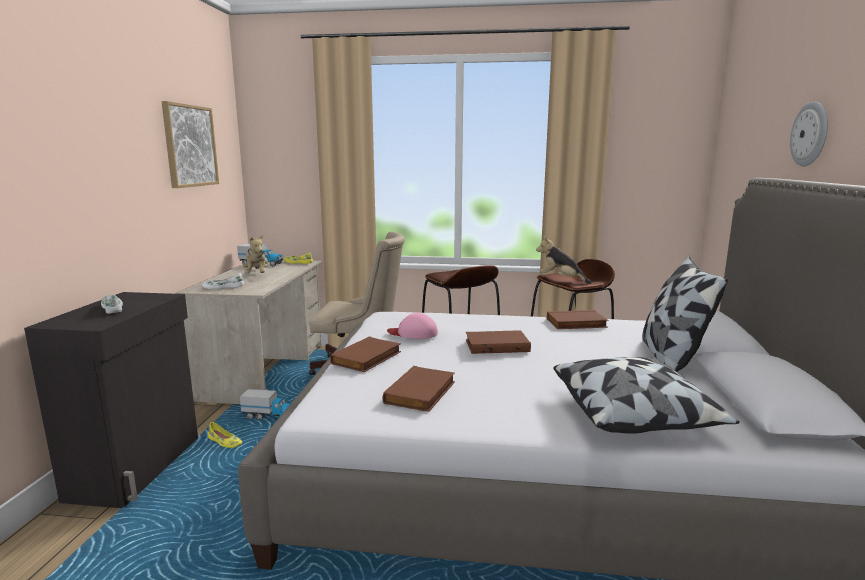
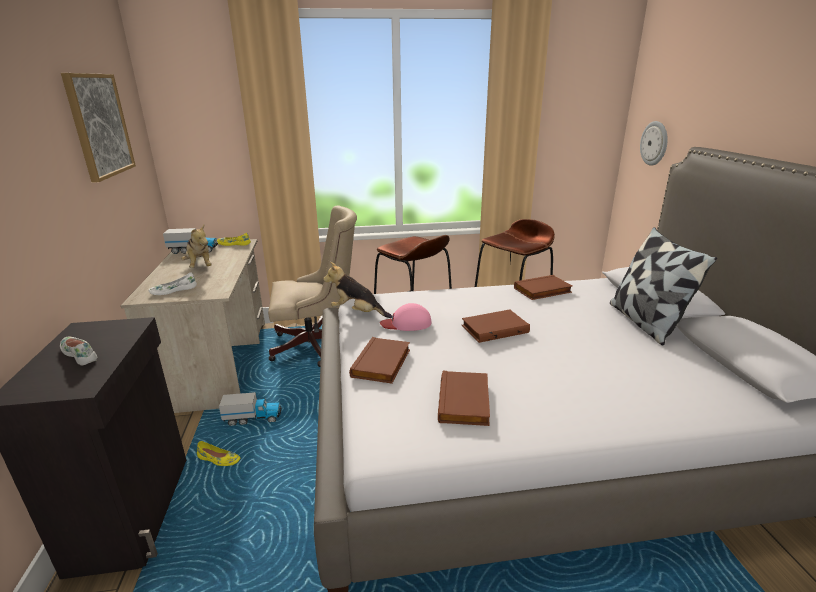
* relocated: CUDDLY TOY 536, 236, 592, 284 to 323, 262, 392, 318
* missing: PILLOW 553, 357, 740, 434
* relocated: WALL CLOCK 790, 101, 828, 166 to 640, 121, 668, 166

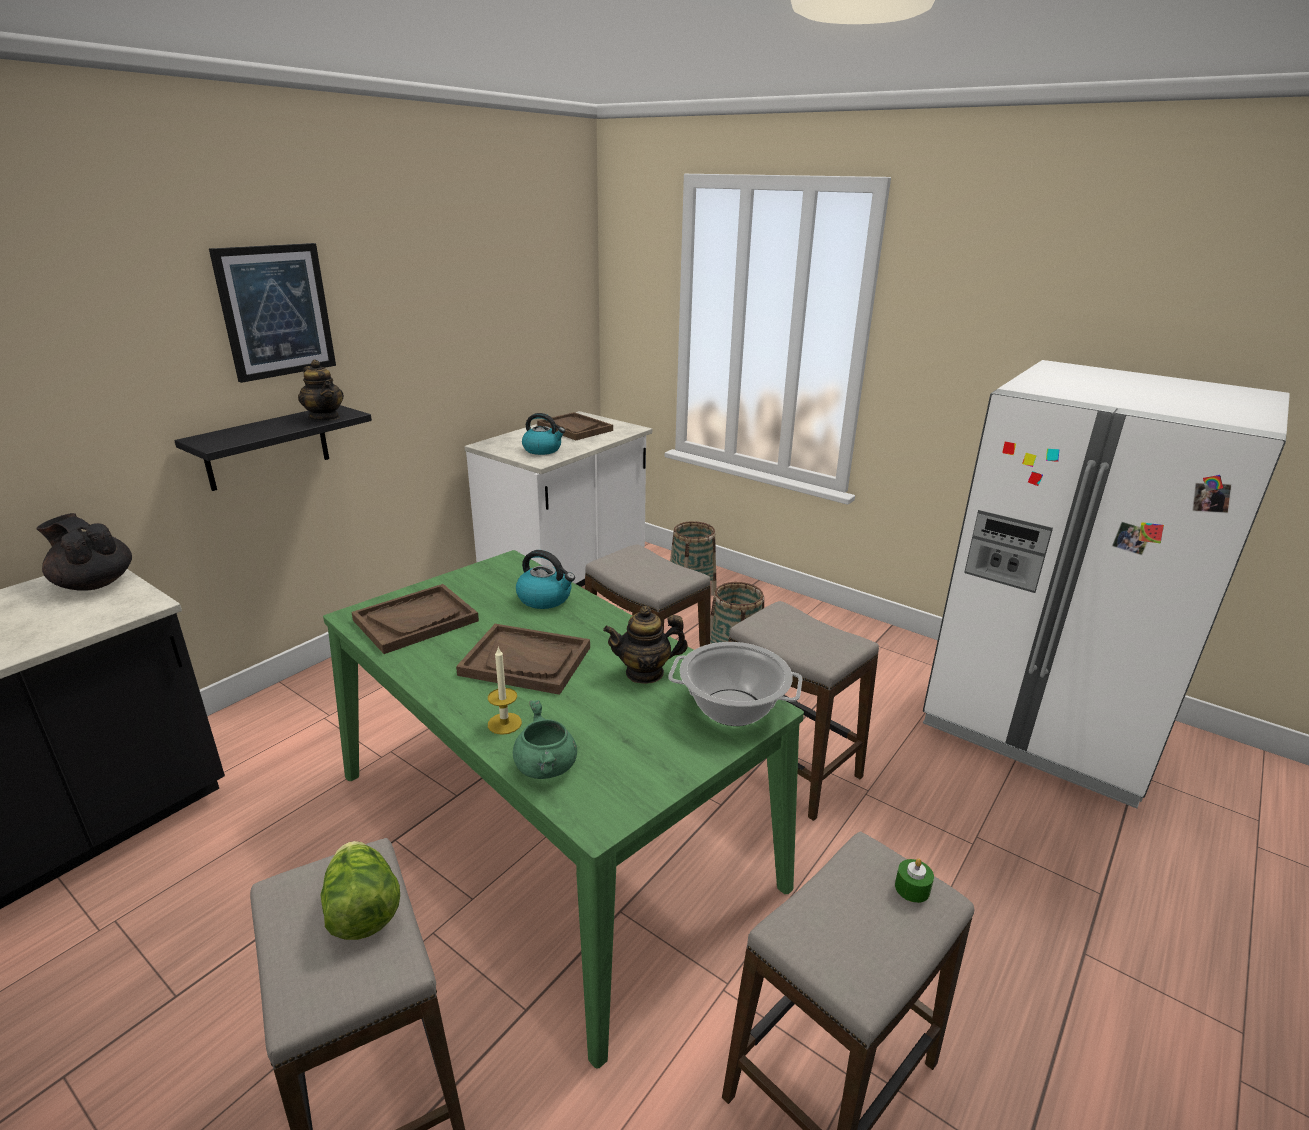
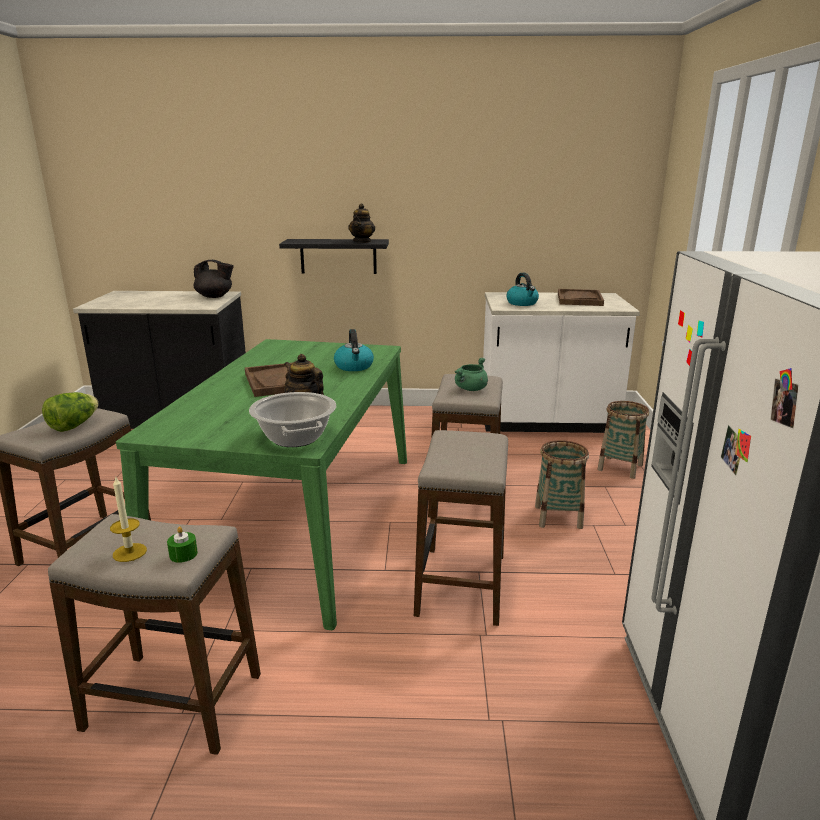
* spun: BLACK-COLOURED TEA POT 36, 513, 132, 591 = 194, 260, 234, 298 105 degrees clockwise
* missing: WALL ART 209, 243, 336, 383
* missing: BROWN-COLOURED TRAY 351, 584, 479, 654
* relocated: WAX CANDLE 488, 646, 522, 735 to 110, 476, 147, 562
* relocated: GREEN-COLOURED SAUCEPOT 513, 700, 577, 779 to 455, 357, 488, 391

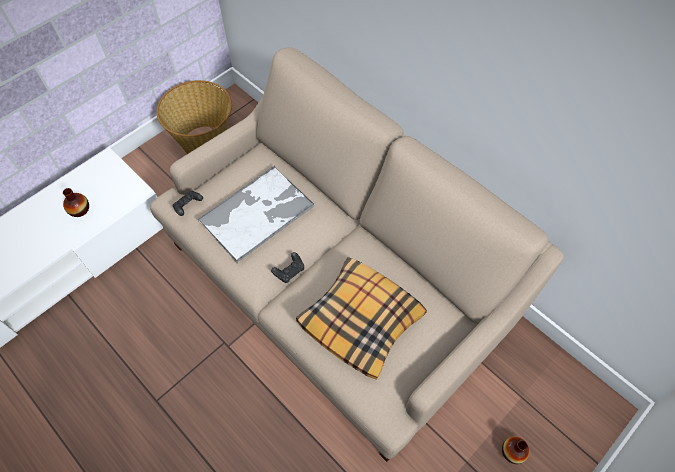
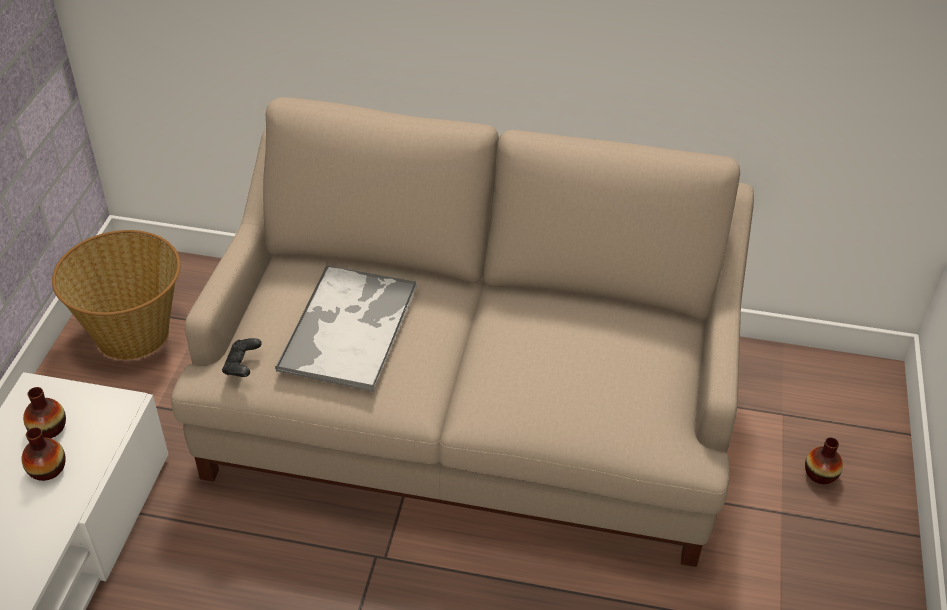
* missing: BLACK-COLOURED GAMEPAD 271, 252, 304, 283
* missing: PILLOW 296, 257, 427, 380
* appeared: DECORATIVE VASE 23, 387, 66, 438

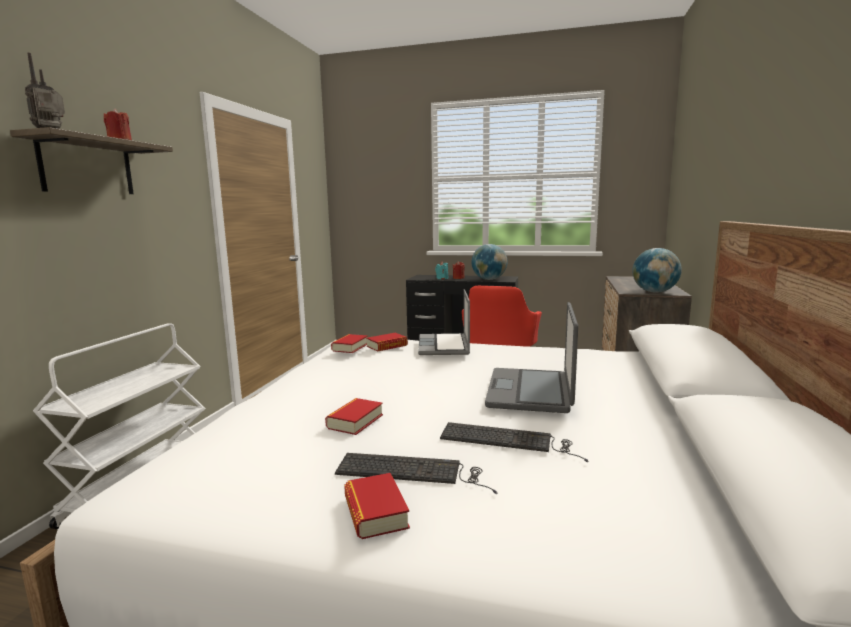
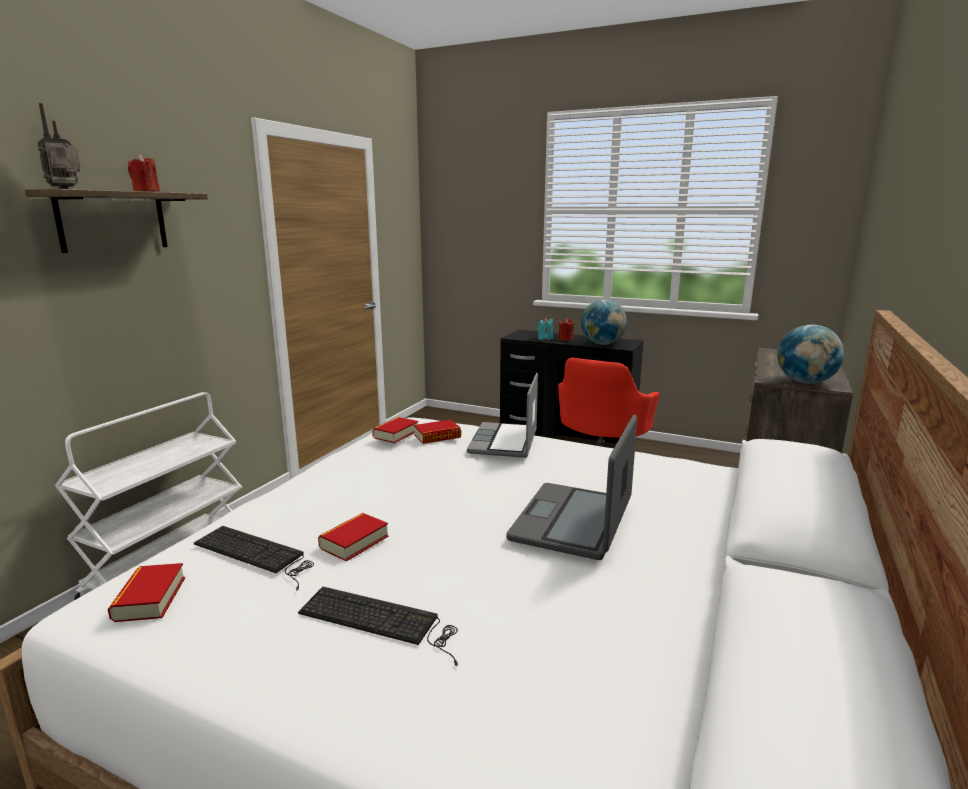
* relocated: BOOK 344, 473, 410, 539 to 108, 563, 185, 622
* relocated: COMPUTER KEYBOARD 440, 422, 589, 462 to 194, 526, 314, 591

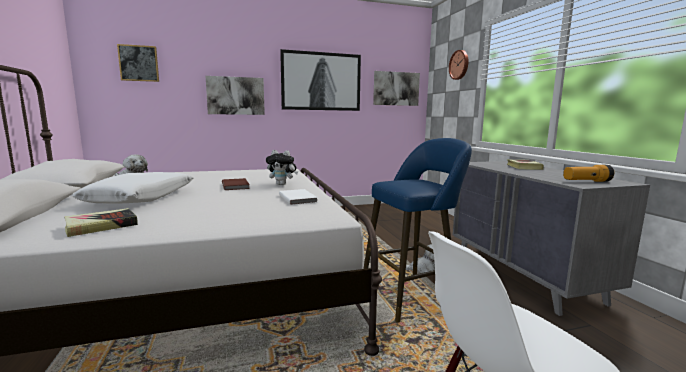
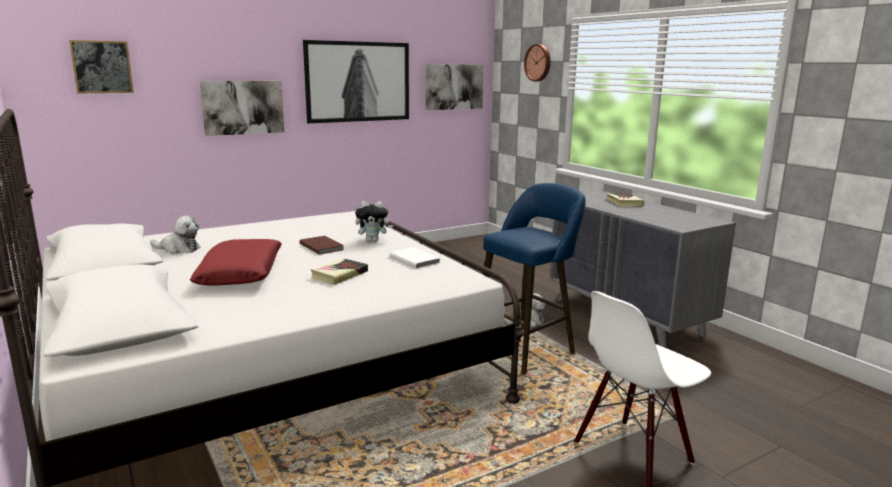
* relocated: BOOK 64, 208, 138, 237 to 310, 258, 368, 285
* colour: WHITE PILLOW 73, 172, 193, 204 to REDDISH PILLOW 190, 239, 282, 286
* missing: HAND TORCH 563, 165, 614, 182

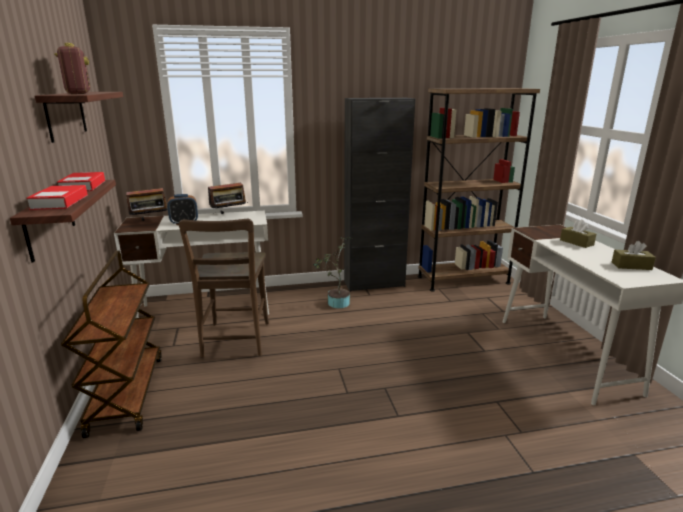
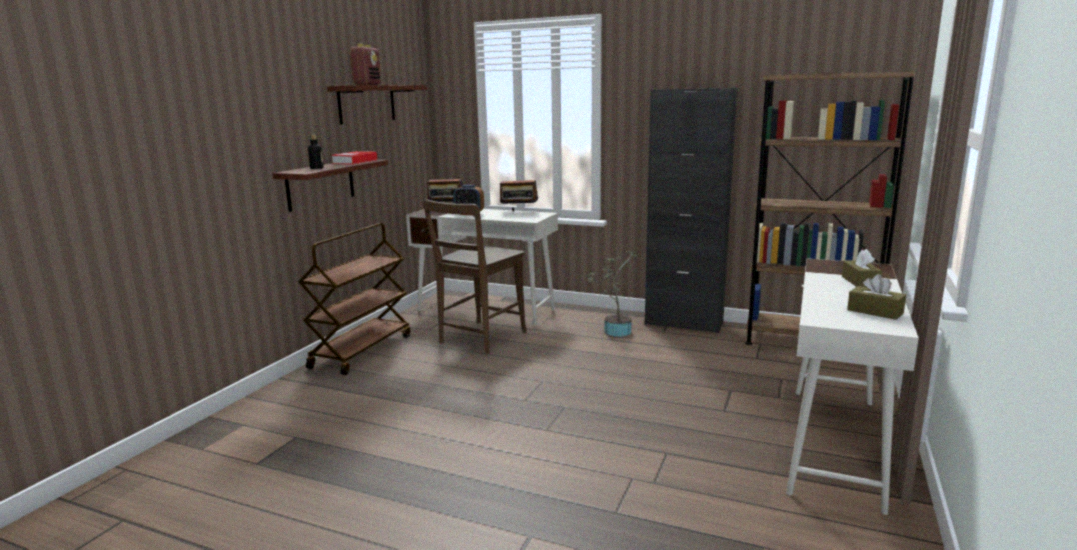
* exchanged: BOOK 26, 185, 88, 210 to DRINK BOTTLE 308, 134, 324, 169

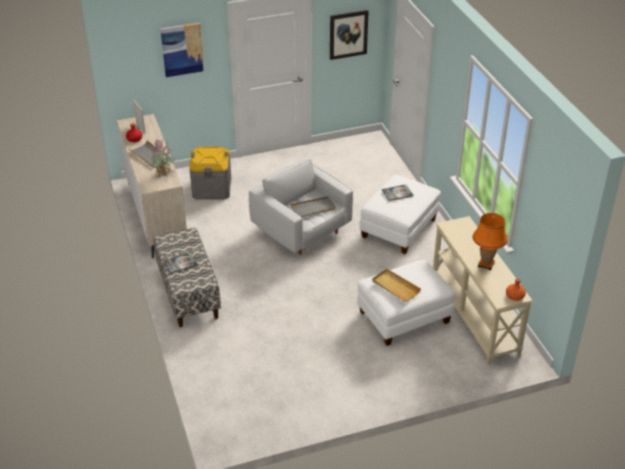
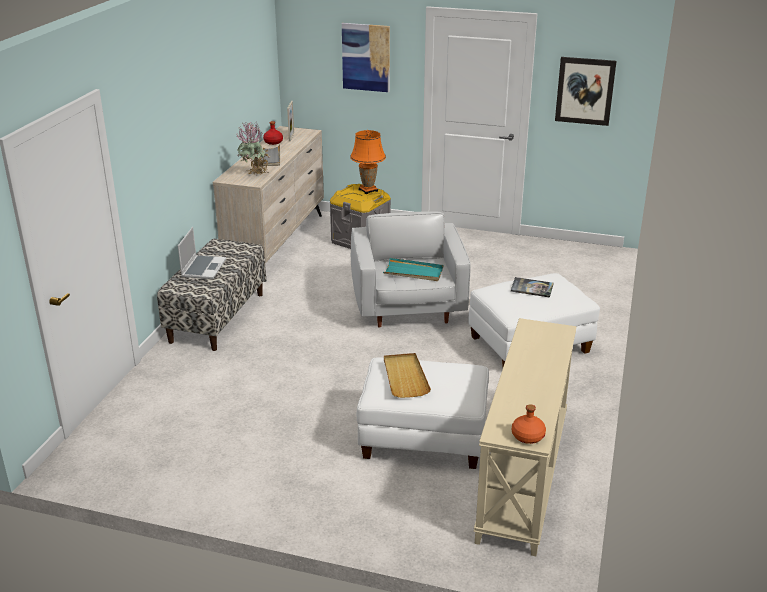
* exchanged: BOOK 163, 253, 198, 274 to LAPTOP 178, 227, 226, 279
* colour: GREYISH TRAY 291, 196, 336, 217 to TURQUOISE TRAY 383, 258, 443, 281
* relocated: ORANGEY TABLETOP LAMP 473, 213, 508, 270 to 350, 130, 386, 194

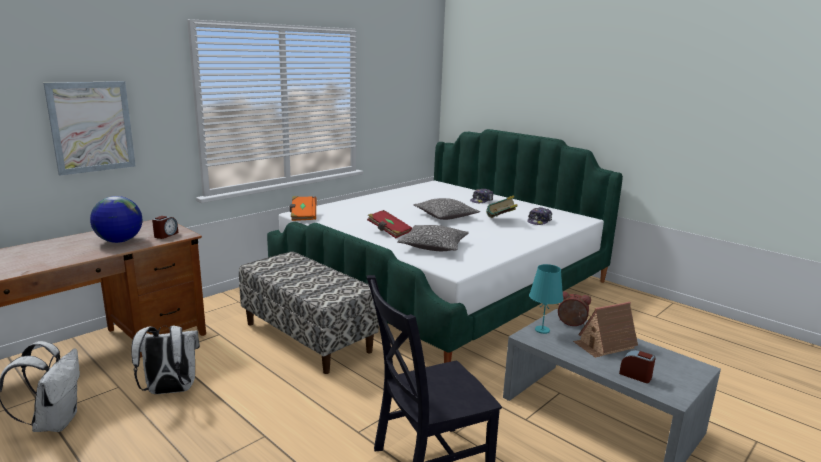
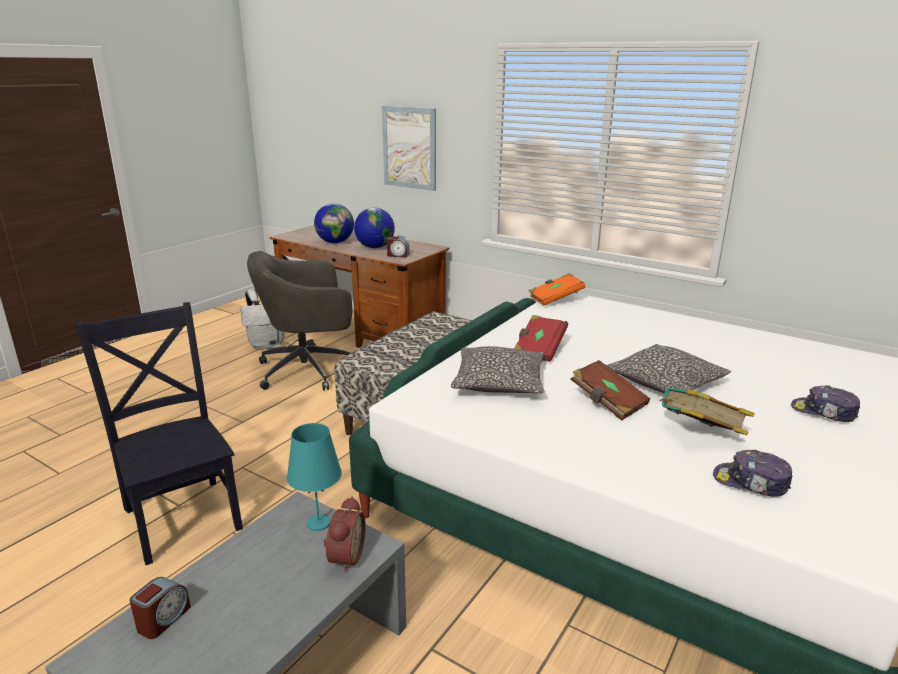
* exchanged: WHITE RUCKSACK 131, 325, 200, 394 to GREYISH DESK CHAIR 247, 251, 353, 390
* missing: MODEL HOUSE 573, 302, 638, 358
* appeared: GLOBE 314, 203, 354, 243
* appeared: BROWN-COLOURED BOOK 570, 360, 650, 421

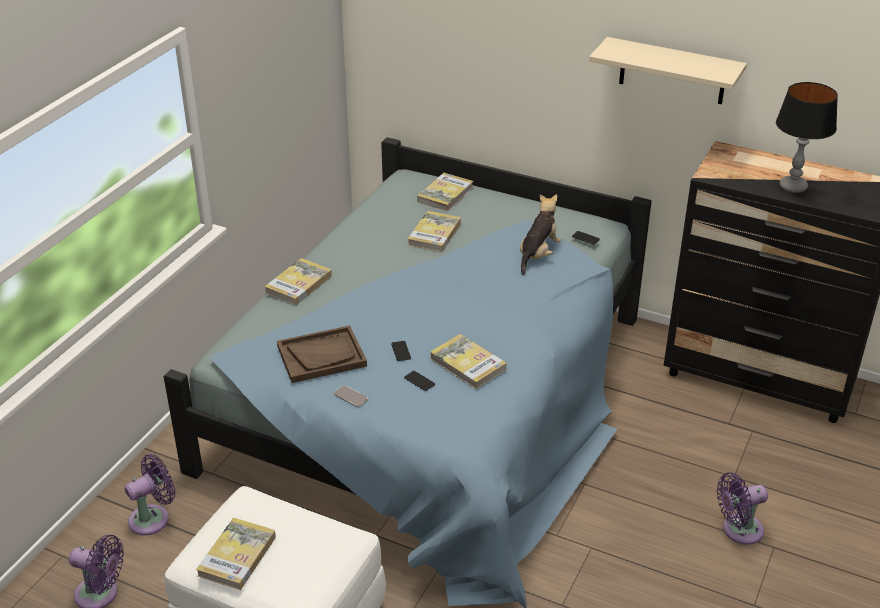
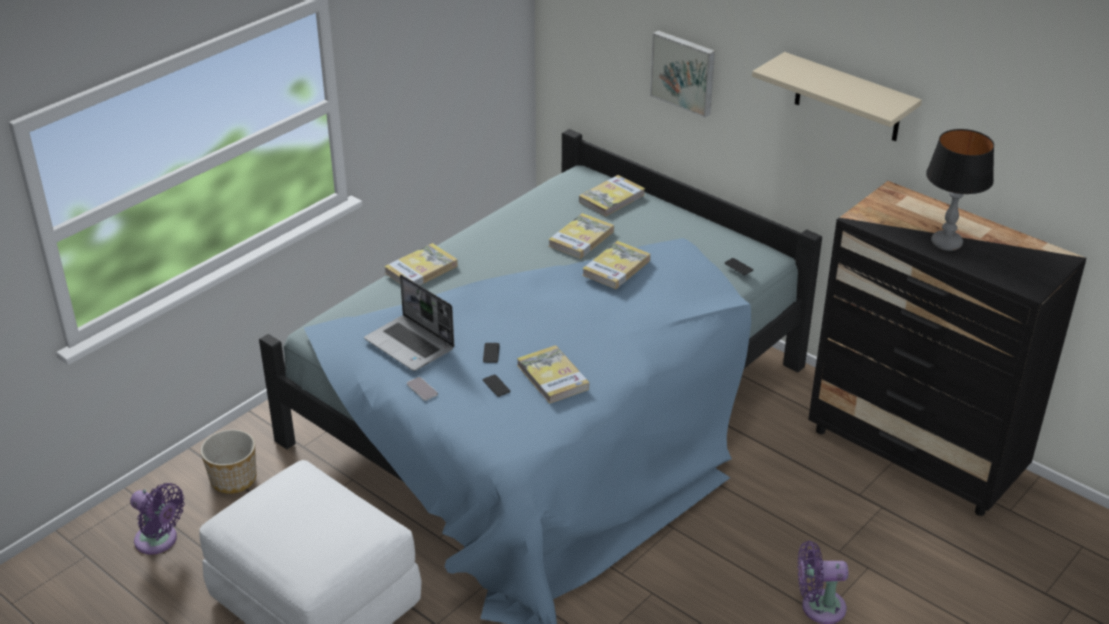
* exchanged: PURPLISH ELECTRIC FAN 125, 454, 176, 535 to FLOWER POT 201, 430, 256, 494
* relocated: BOOK 196, 517, 276, 590 to 582, 241, 650, 289
* exchanged: BROWN-COLOURED TRAY 277, 325, 367, 383 to LAPTOP 364, 275, 455, 371
* missing: CUDDLY TOY 520, 194, 561, 275
* appeared: WALL ART 650, 30, 715, 117

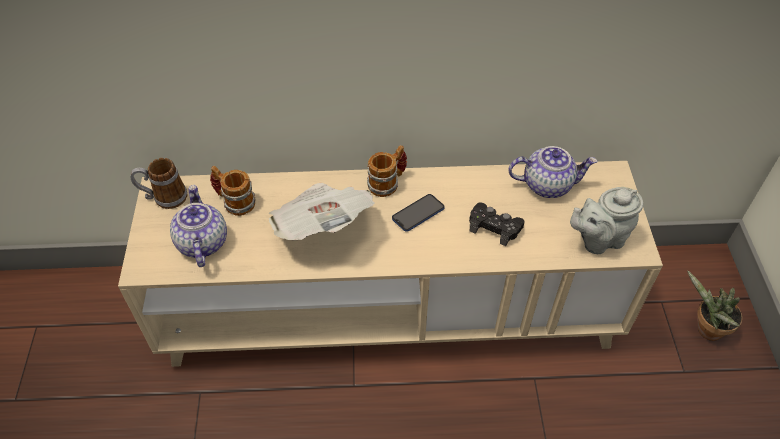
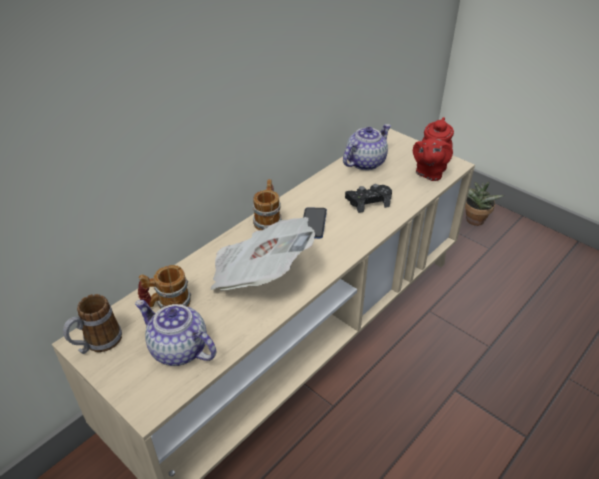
* colour: GREYISH TEA POT 570, 187, 643, 254 to REDDISH TEA POT 413, 117, 454, 181

